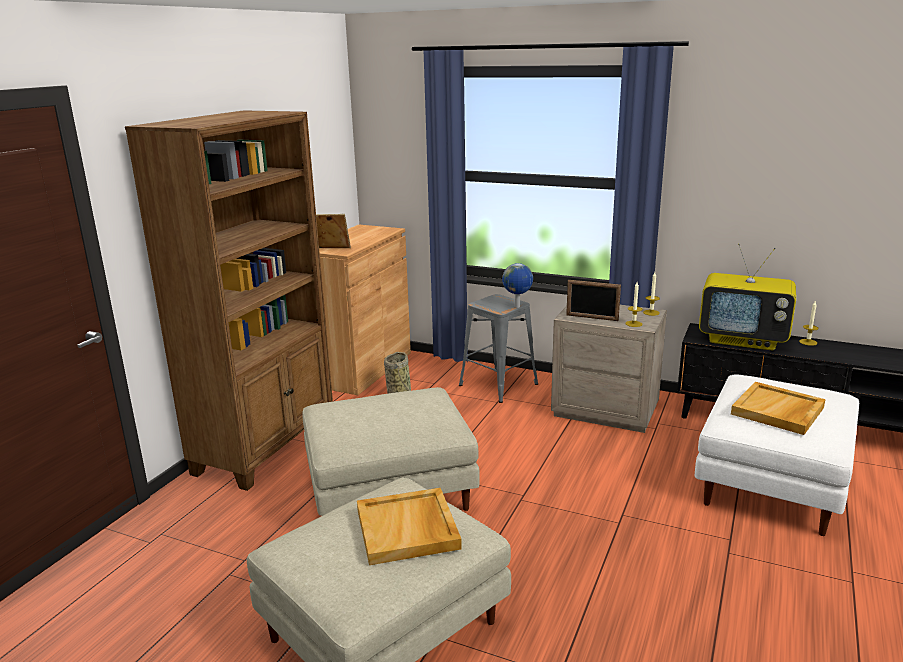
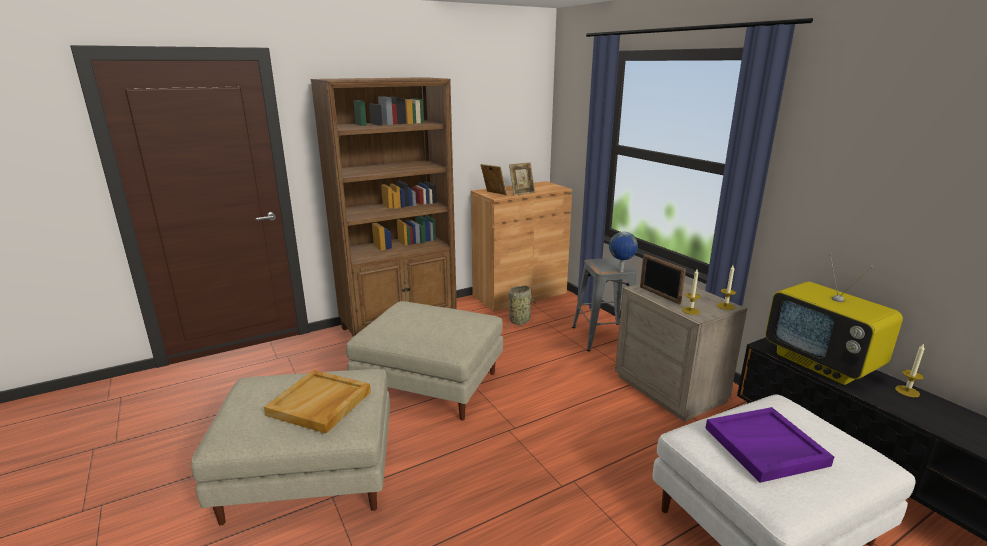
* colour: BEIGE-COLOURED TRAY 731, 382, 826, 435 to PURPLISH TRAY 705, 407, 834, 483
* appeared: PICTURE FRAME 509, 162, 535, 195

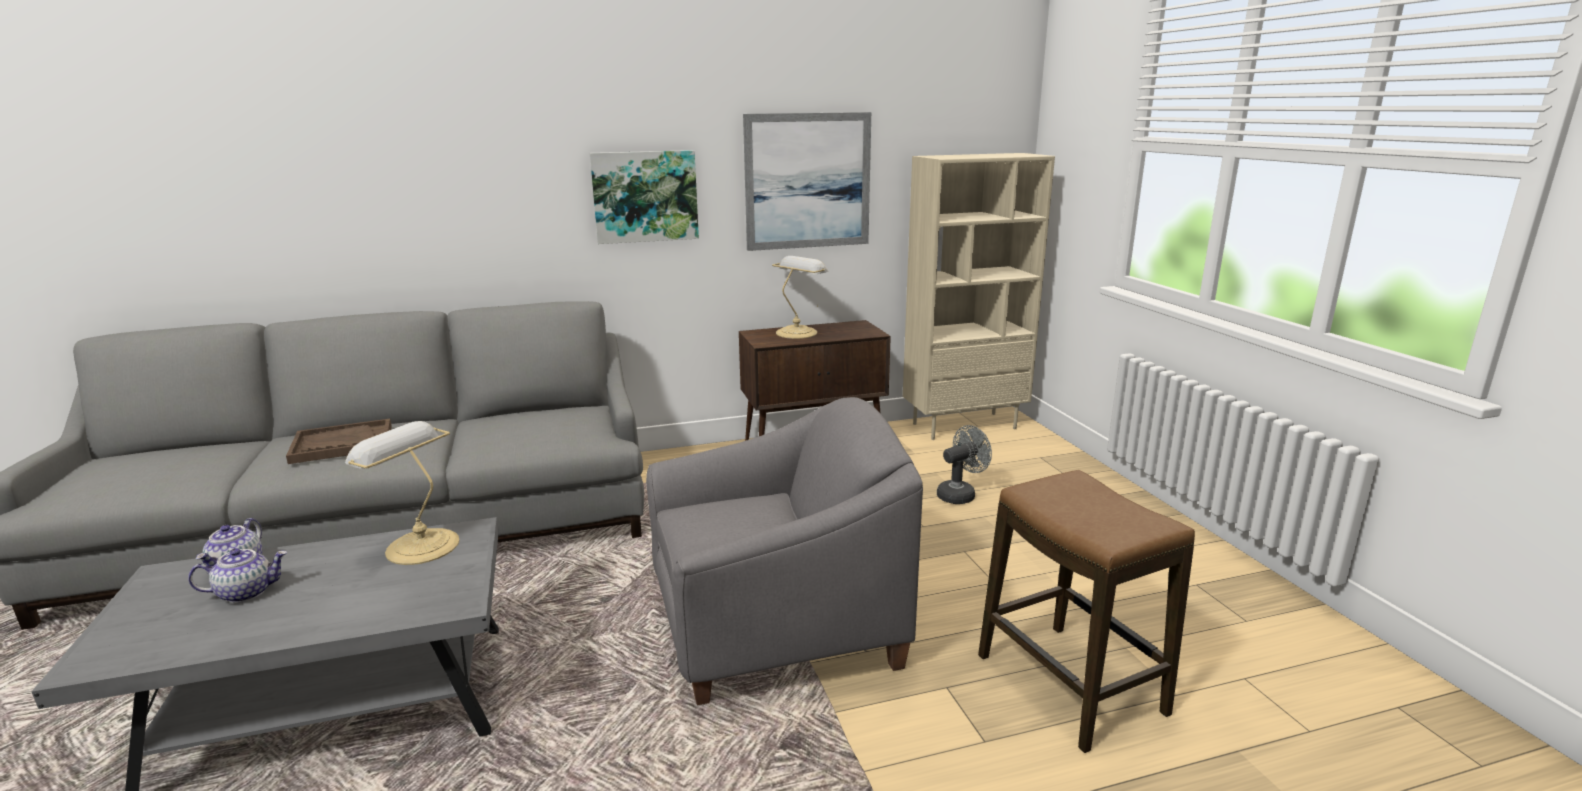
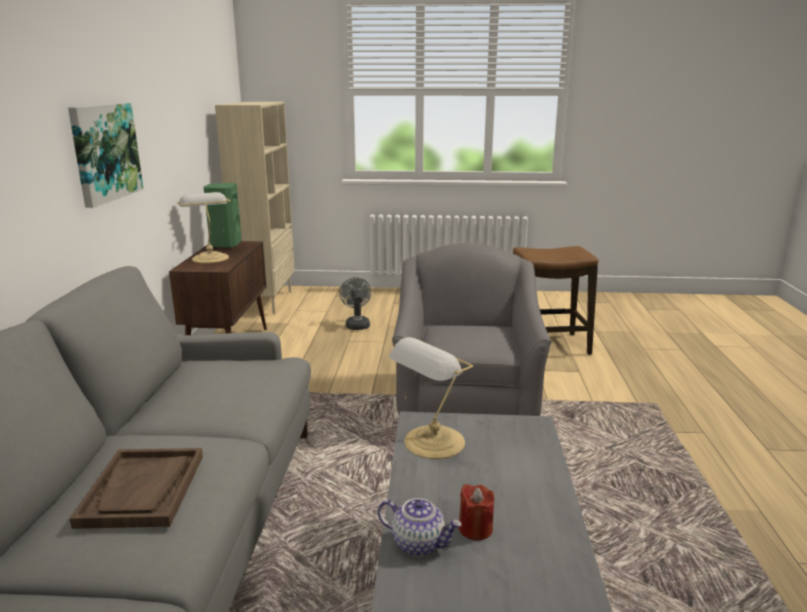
* exchanged: TEA POT 188, 548, 287, 603 to REDDISH WAX CANDLE 459, 484, 494, 541
* missing: WALL ART 743, 112, 871, 251
* appeared: GREEN-COLOURED LOUDSPEAKER 204, 183, 242, 248

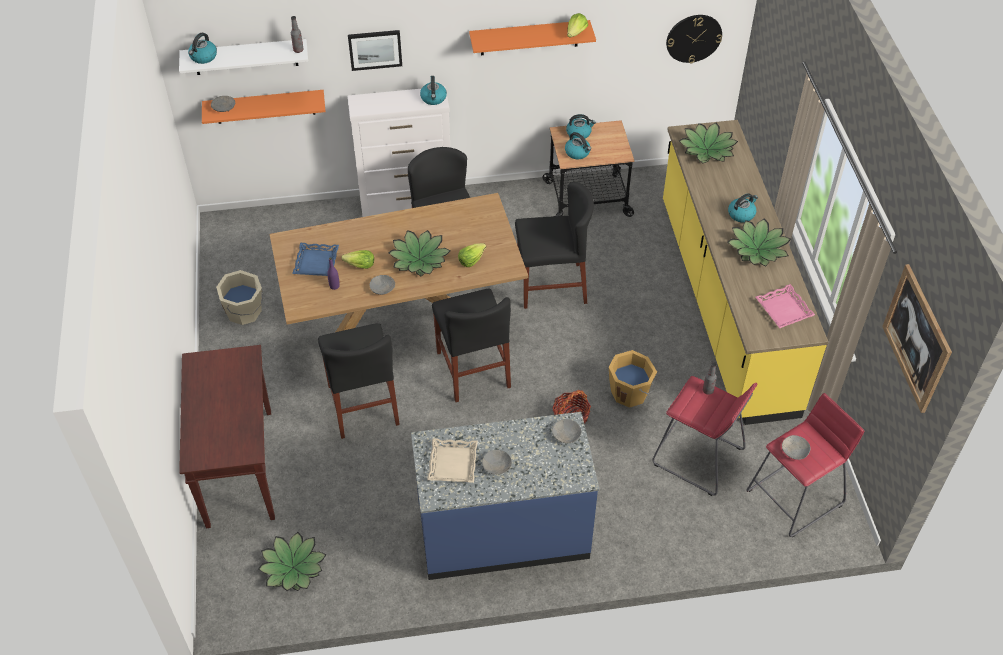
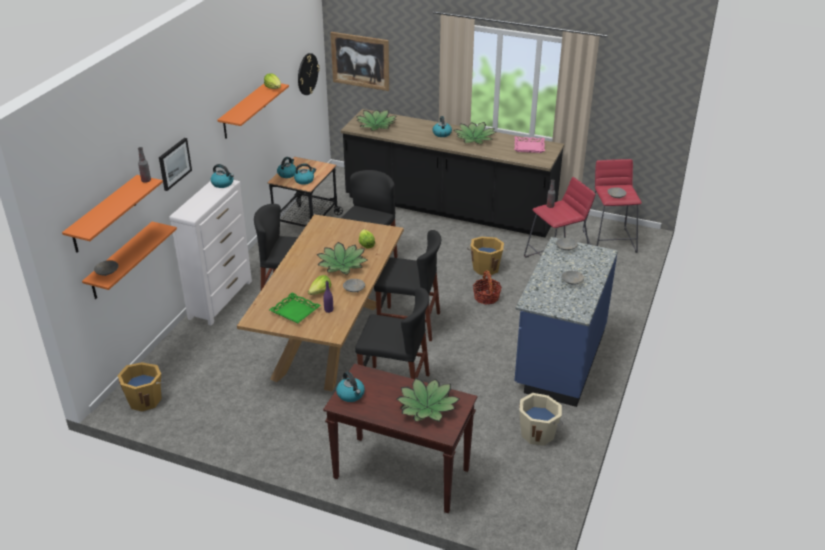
* colour: WHITE WALL SHELF 179, 39, 308, 75 to ORANGEY WALL SHELF 62, 175, 163, 253
* relocated: TEA KETTLE 188, 33, 217, 64 to 336, 371, 365, 402
* relocated: BEIGE-COLOURED PAIL 216, 270, 263, 325 to 520, 393, 563, 446
* relocated: PLANT IN A POT 258, 532, 326, 591 to 397, 378, 460, 422
* colour: BLUISH TRAY 292, 243, 339, 276 to GREEN-COLOURED TRAY 269, 293, 321, 323
* missing: BEIGE-COLOURED TRAY 427, 438, 478, 483
* colour: YELLOWISH COUNTER 663, 120, 828, 425 to BLACK-COLOURED COUNTER 341, 109, 564, 238
* relocated: WALL ART 882, 264, 952, 413 to 330, 32, 389, 91
* appeared: ORANGEY PAIL 117, 362, 165, 411

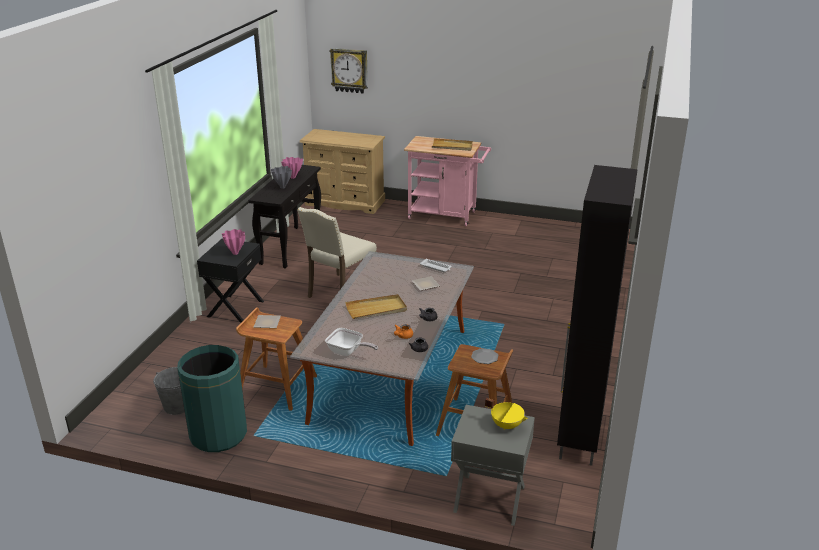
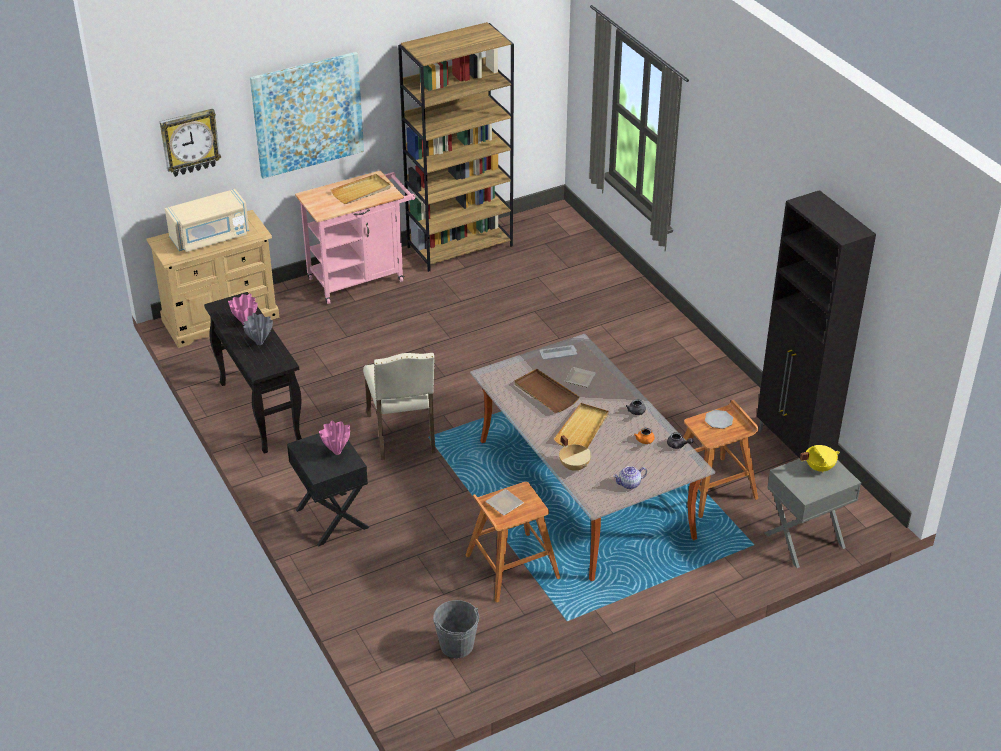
* missing: GREEN-COLOURED RUBBISH BIN 177, 345, 247, 452
* exchanged: PAN 325, 328, 378, 356 to TEA POT 613, 466, 647, 489
* appeared: BEIGE-COLOURED MICROWAVE OVEN 165, 189, 249, 252
* appeared: WALL ART 250, 52, 364, 179
* appeared: BROWN-COLOURED BOOKSHELF 398, 22, 514, 272
* appeared: BROWN-COLOURED TRAY 514, 369, 579, 413
* appeared: BEIGE-COLOURED SAUCEPOT 559, 435, 591, 471

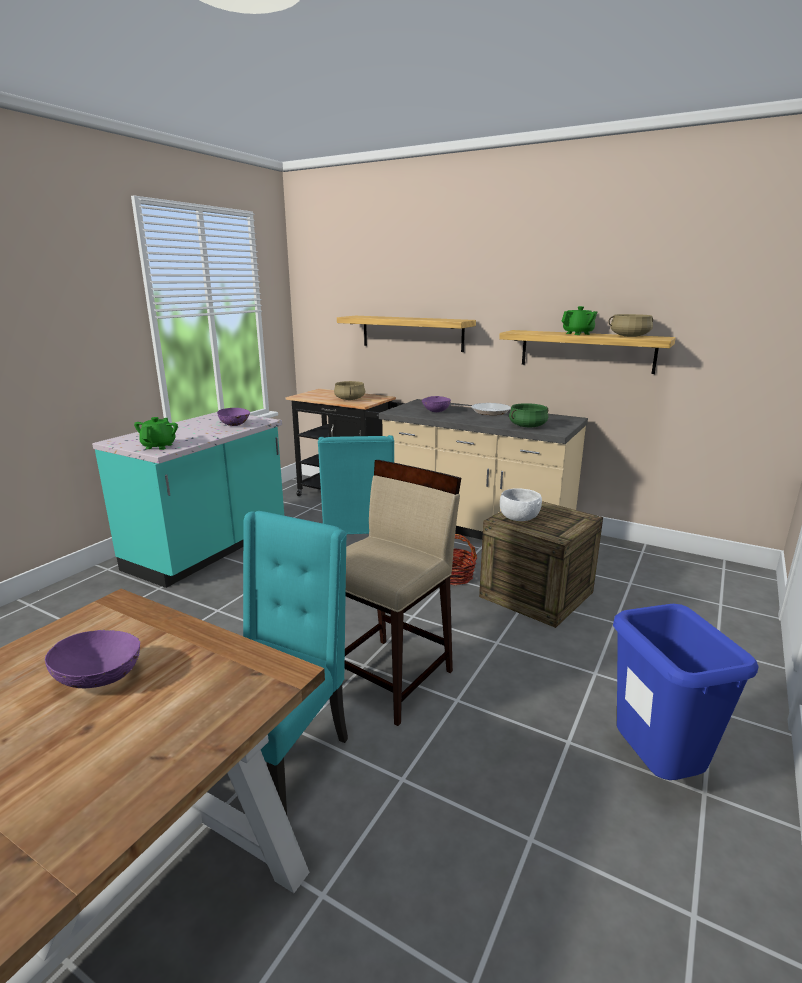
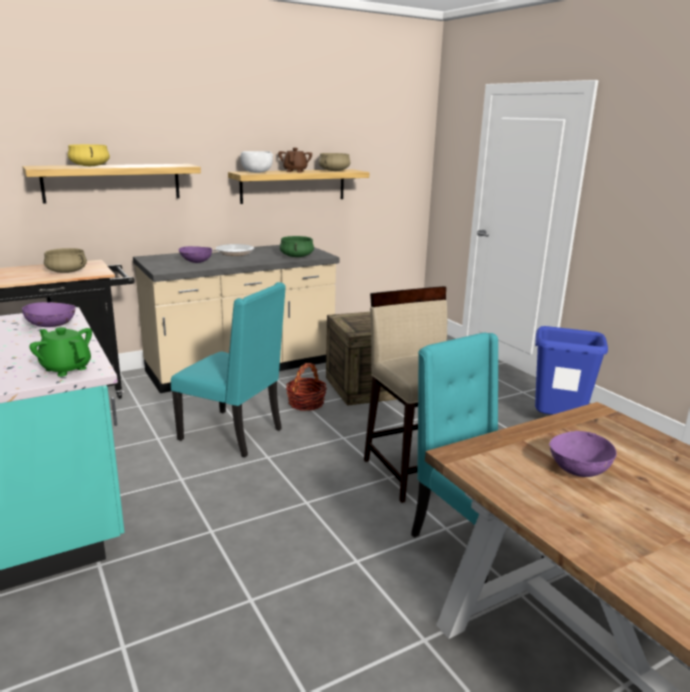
* relocated: WHITE SERVING BOWL 500, 488, 542, 521 to 240, 151, 273, 173
* colour: GREEN-COLOURED TEA POT 561, 306, 597, 335 to BROWN-COLOURED TEA POT 278, 148, 312, 173
* appeared: YELLOWISH SAUCEPOT 68, 144, 110, 166

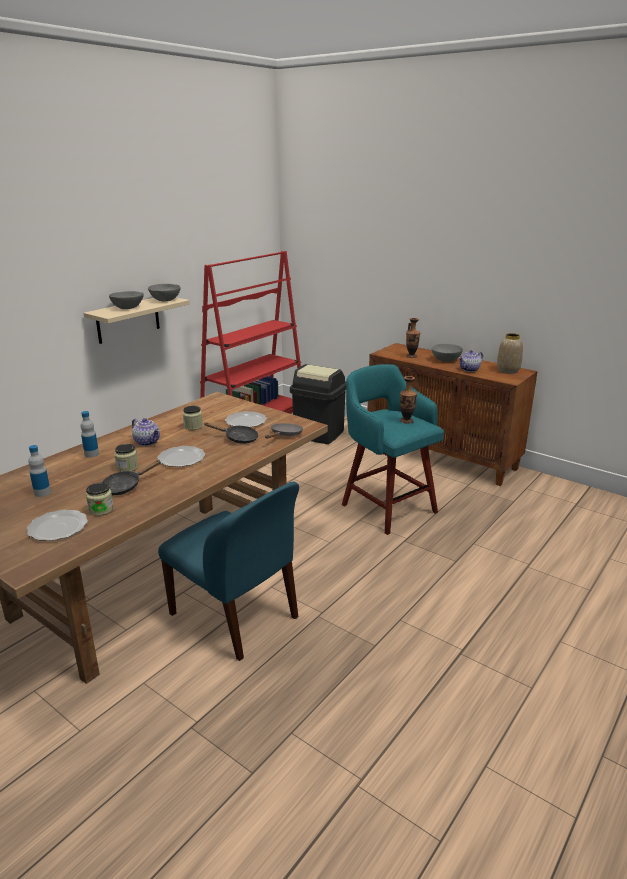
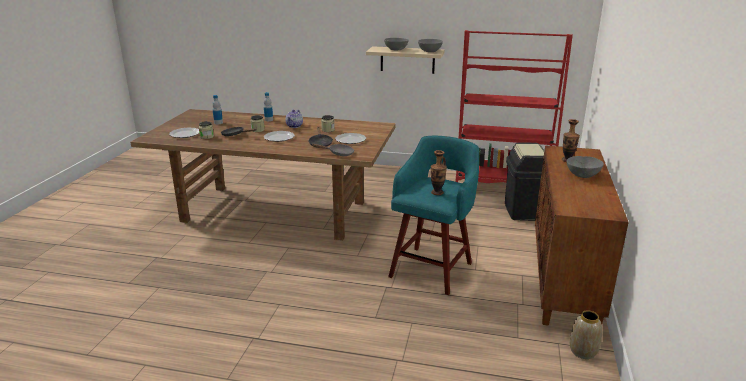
* missing: BLUISH UPRIGHT CHAIR 158, 482, 299, 661
* missing: TEA POT 459, 350, 483, 372
* relocated: DECORATIVE VASE 497, 333, 523, 374 to 570, 310, 602, 359

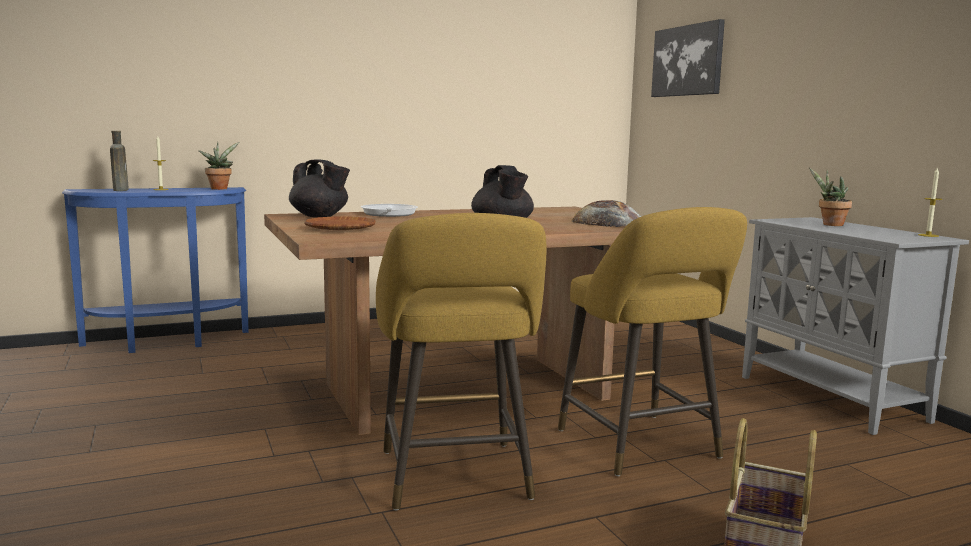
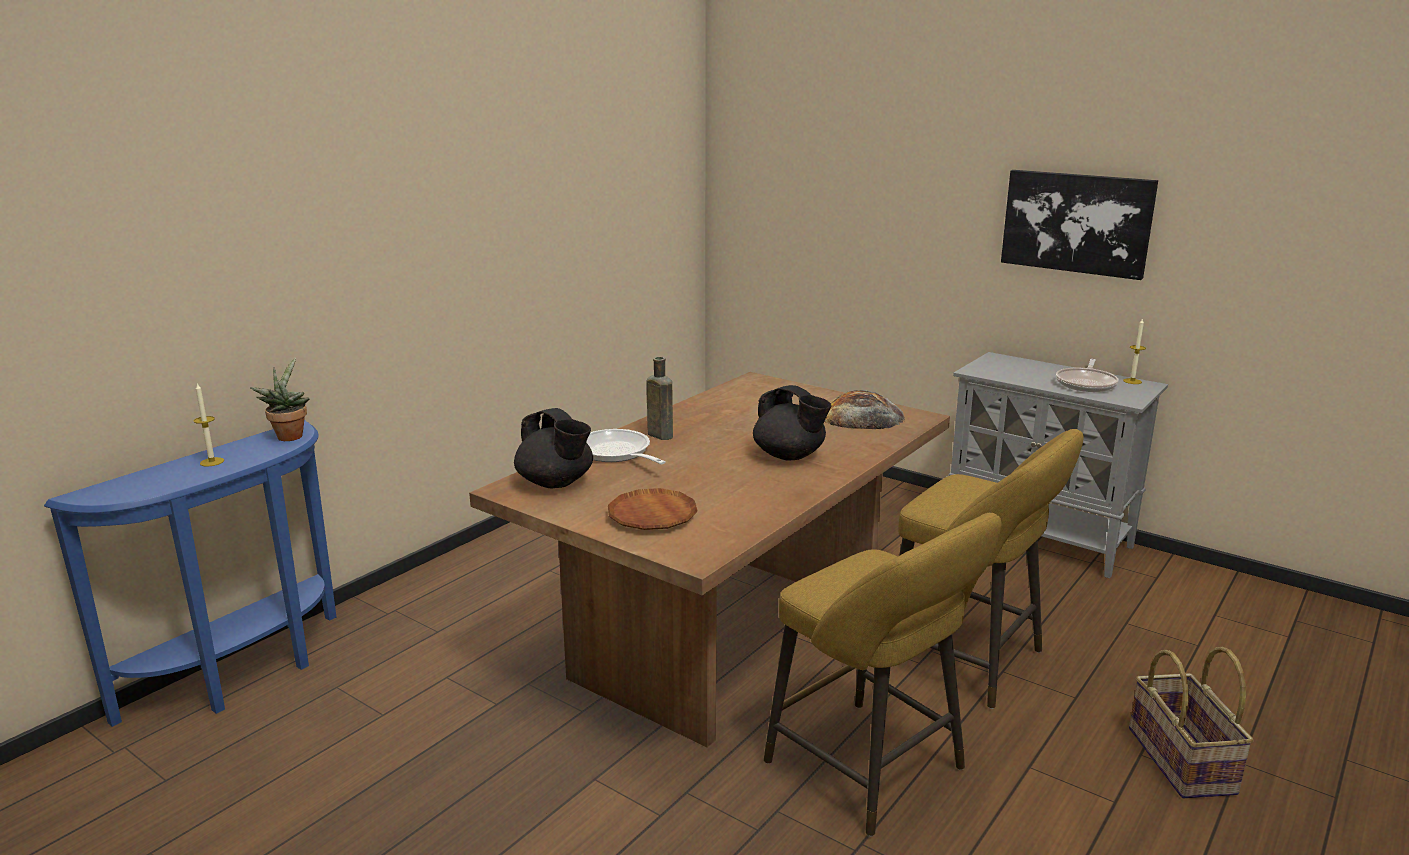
* relocated: BROWN-COLOURED DRINK BOTTLE 110, 131, 129, 191 to 646, 357, 673, 440
* spun: BLACK-COLOURED TEA POT 289, 160, 350, 217 = 514, 408, 593, 488 45 degrees clockwise
* relocated: WALL ART 651, 19, 725, 97 to 1001, 170, 1158, 280
* missing: PLANT IN A POT 809, 168, 852, 226
* appeared: PAN 1056, 359, 1119, 392

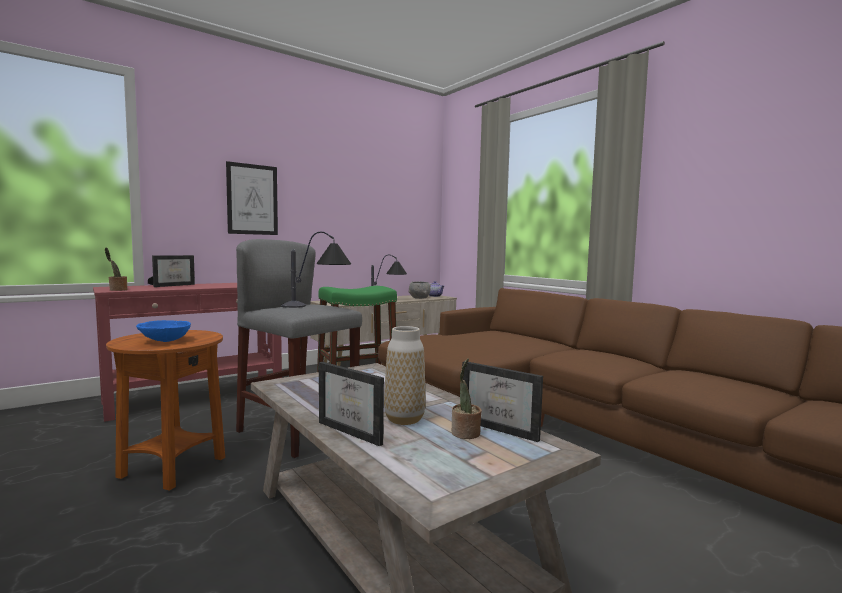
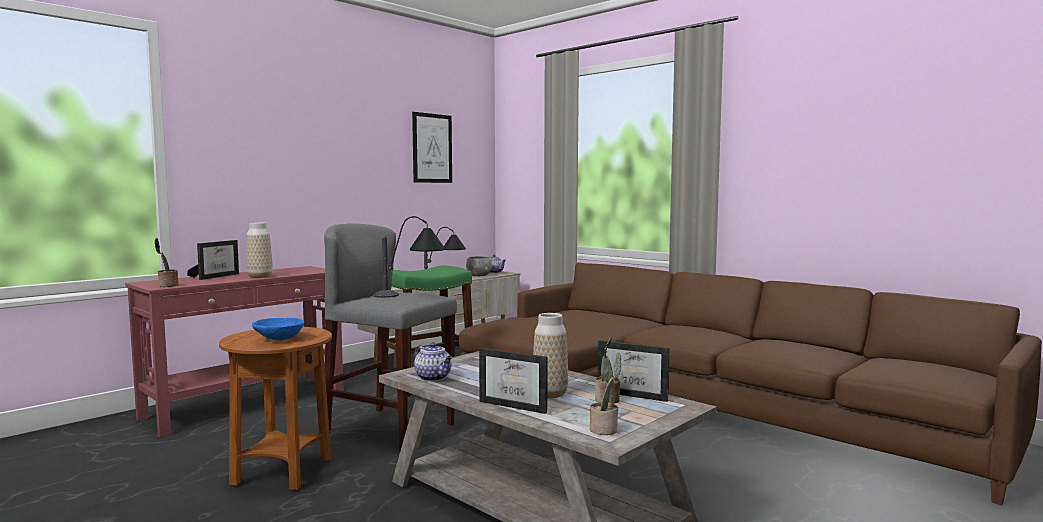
* relocated: WALL ART 226, 161, 278, 235 to 412, 112, 452, 183
* appeared: DECORATIVE VASE 246, 222, 273, 278
* appeared: TEA POT 414, 342, 452, 381
* appeared: PLANT IN A POT 590, 353, 621, 435

